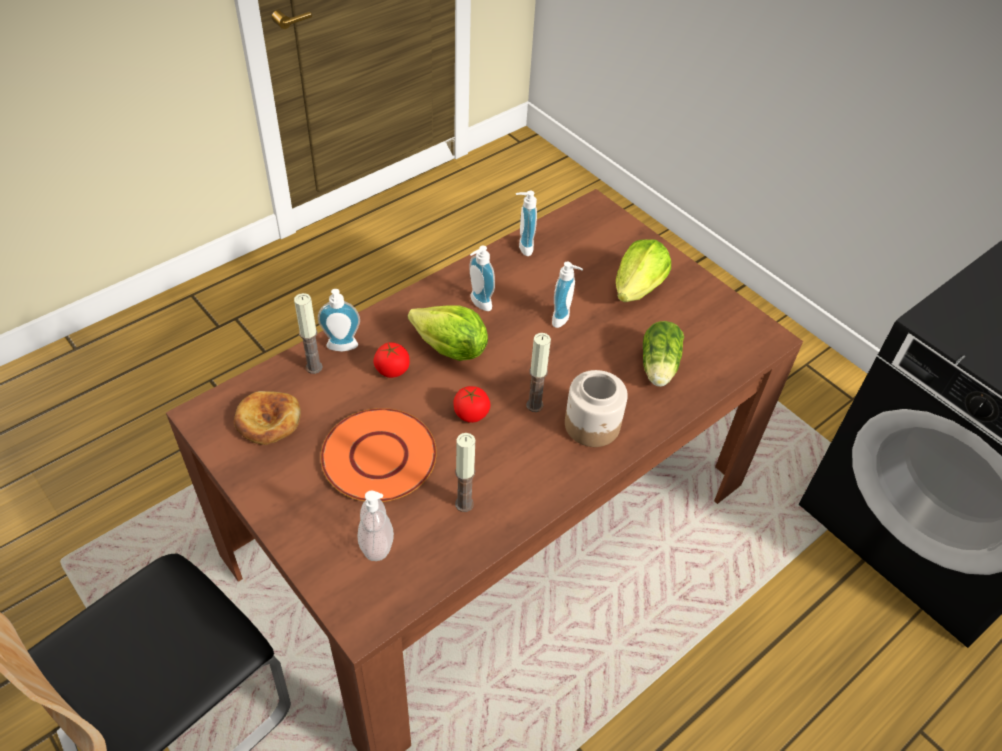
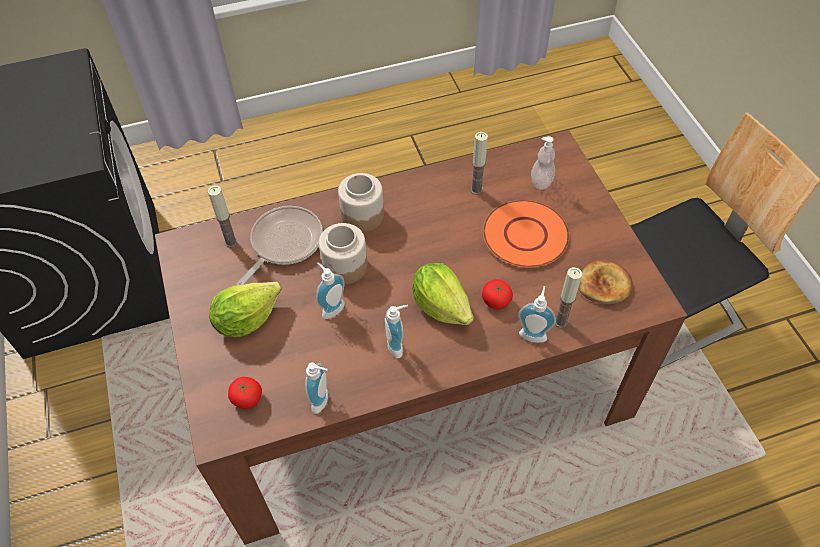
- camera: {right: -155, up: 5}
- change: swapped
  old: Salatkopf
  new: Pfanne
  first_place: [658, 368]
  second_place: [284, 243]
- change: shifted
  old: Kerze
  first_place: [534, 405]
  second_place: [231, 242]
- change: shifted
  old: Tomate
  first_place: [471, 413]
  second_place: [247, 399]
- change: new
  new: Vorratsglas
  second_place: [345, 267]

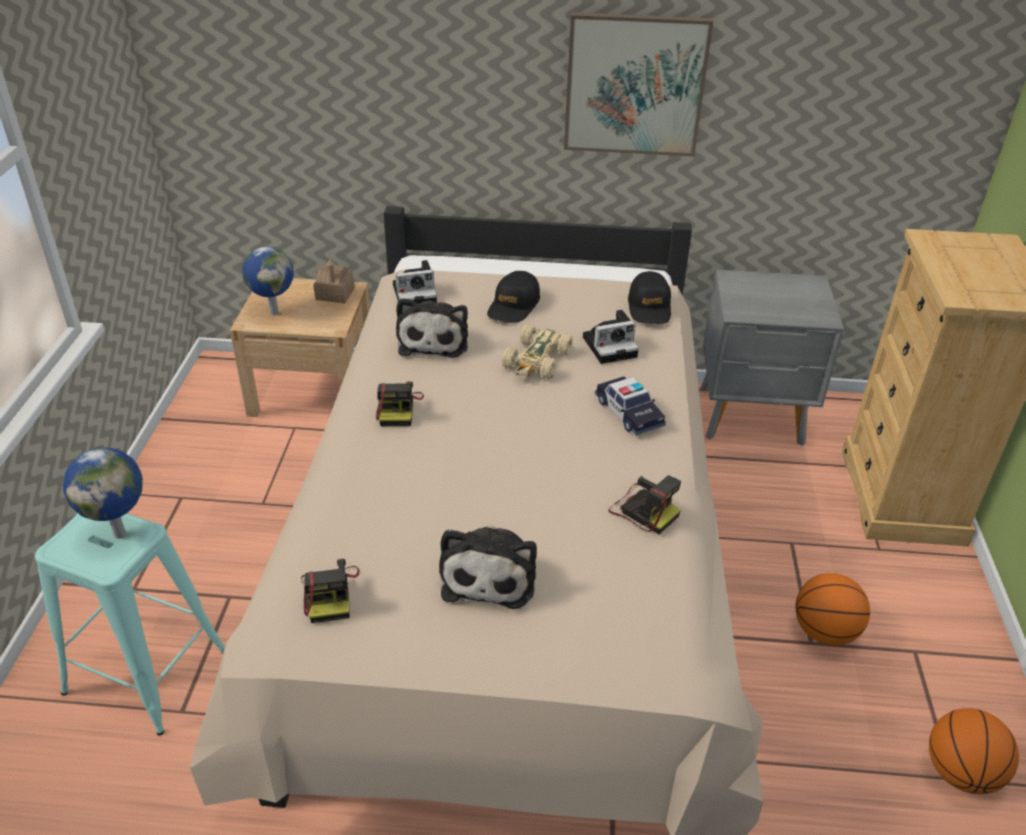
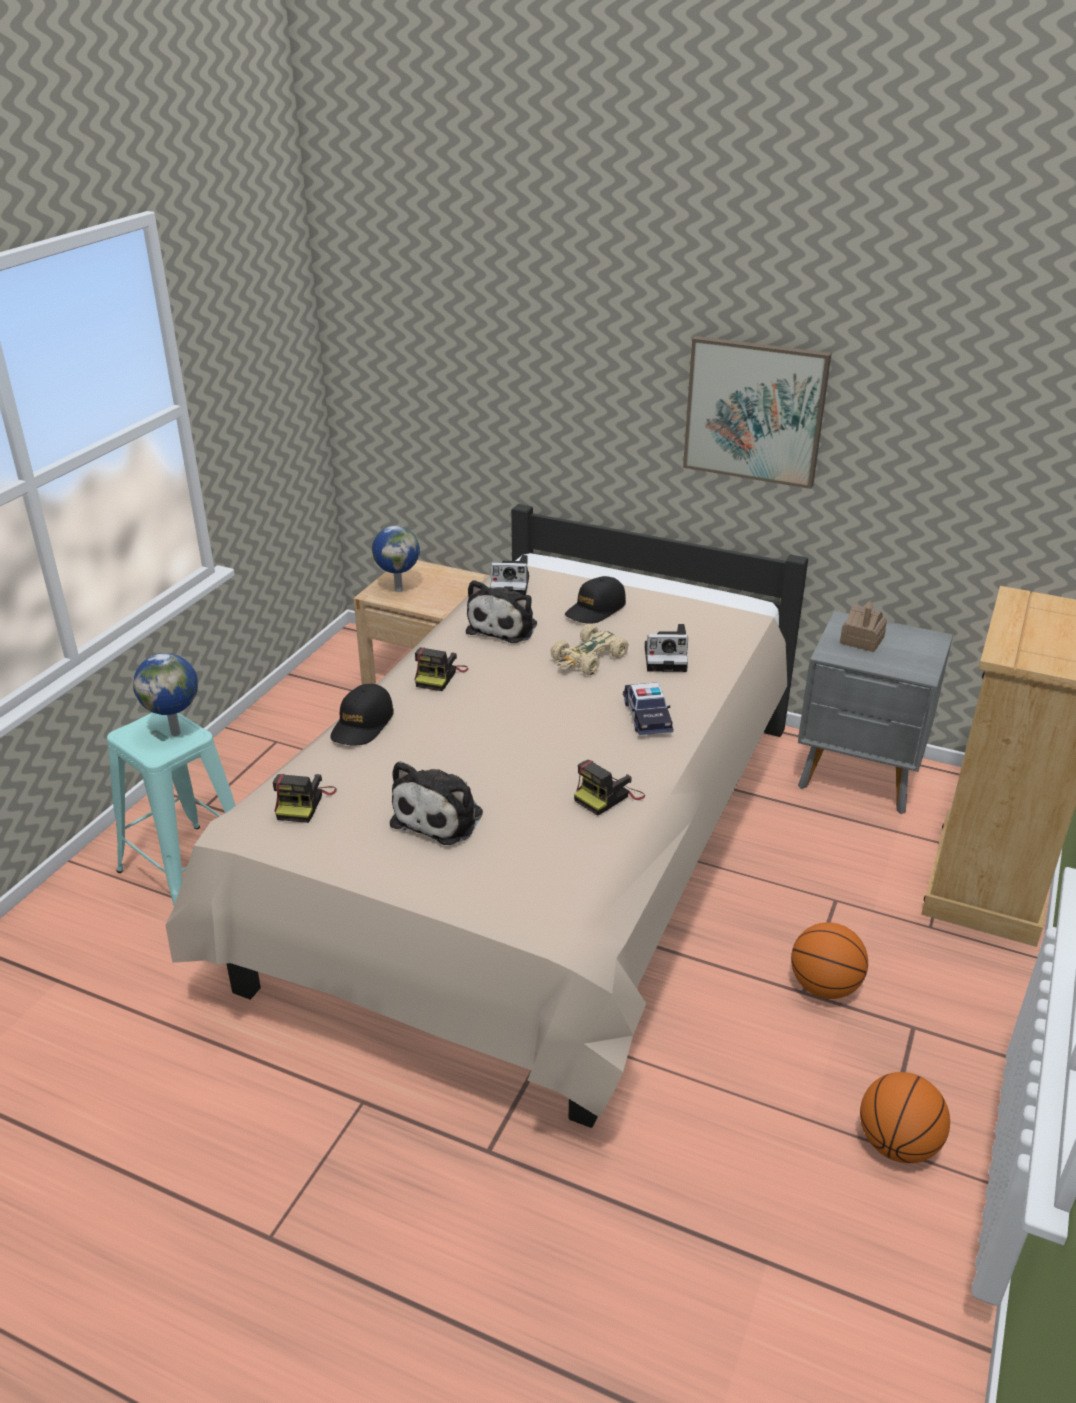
- camera: {right: 20, up: -5}
- change: shifted
  old: Spielzeughaus
  first_place: [335, 294]
  second_place: [861, 640]
- change: shifted
  old: Kappe [schwarz]
  first_place: [649, 307]
  second_place: [362, 724]
- change: rotated
  old: Kamera
  first_place: [643, 510]
  second_place: [608, 796]
  degrees: 75

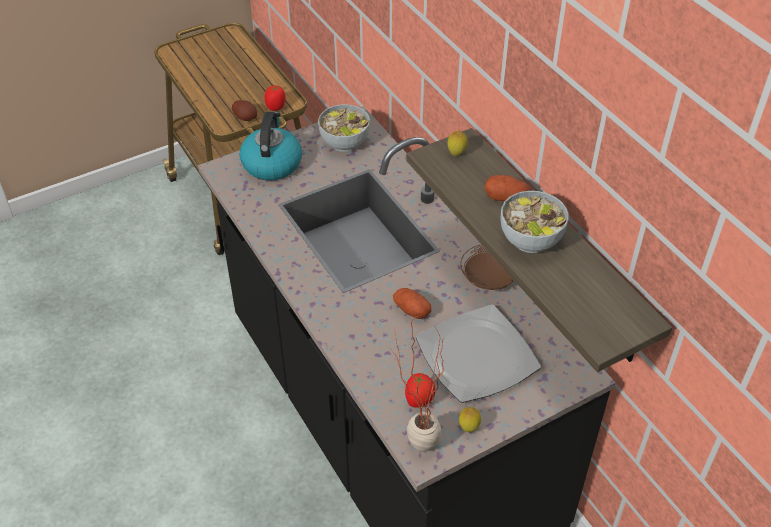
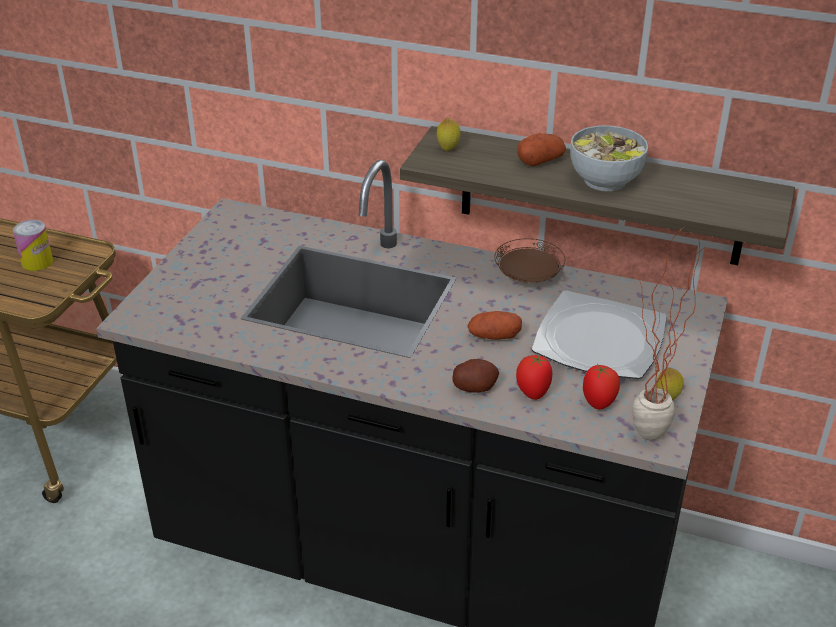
- camera: {right: -40, up: -10}
- change: shifted
  old: Tomate
  first_place: [276, 107]
  second_place: [532, 392]
- change: shifted
  old: Kartoffel
  first_place: [245, 117]
  second_place: [475, 387]
- change: gone
  old: Schüssel
  first_place: [345, 142]
- change: gone
  old: Wasserkessel
  first_place: [272, 163]
- change: new
  new: Dose
  second_place: [37, 262]

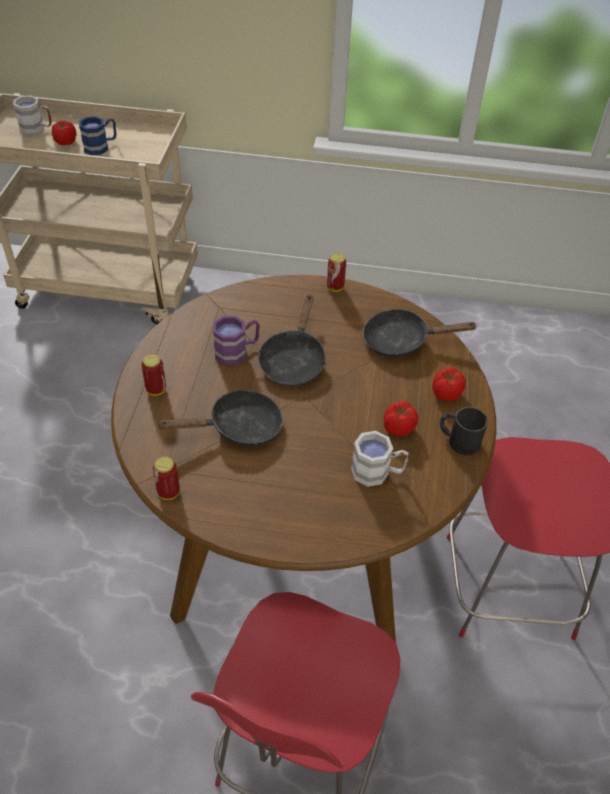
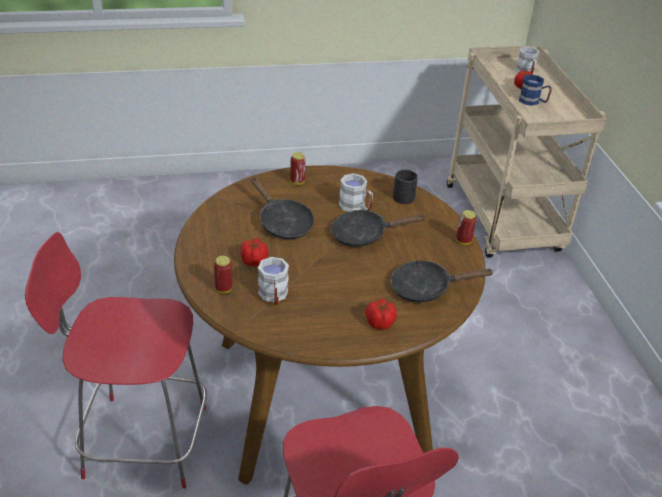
- camera: {right: 70, up: -10}
- change: rotated
  old: Pfanne [schwarz]
  first_place: [402, 341]
  second_place: [426, 288]
  degrees: -75
- change: repainted
  old: Henkelbecher [lila]
  new: Henkelbecher [weiß]
  first_place: [237, 351]
  second_place: [356, 207]
- change: shifted
  old: Tomate
  first_place: [398, 428]
  second_place: [253, 261]
- change: shifted
  old: Henkelbecher [schwarz]
  first_place: [458, 440]
  second_place: [404, 195]
- change: shifted
  old: Dose
  first_place: [168, 492]
  second_place: [223, 289]

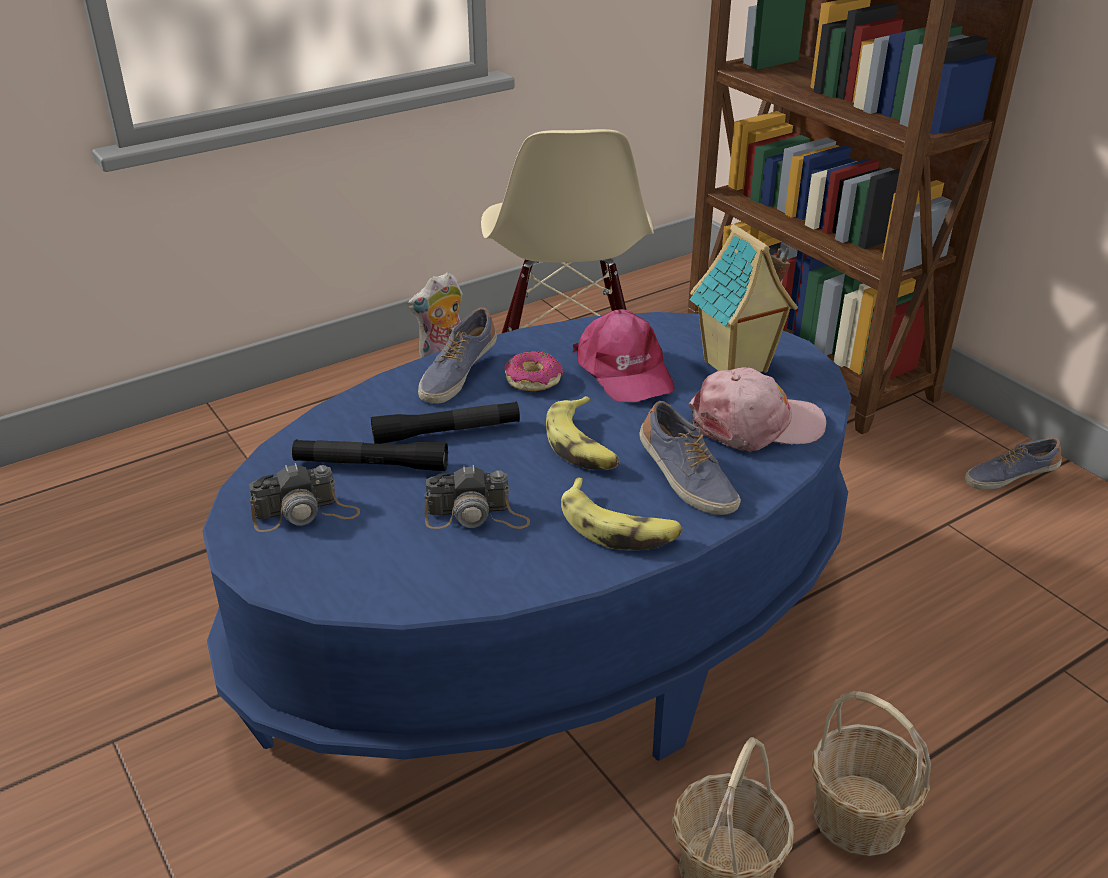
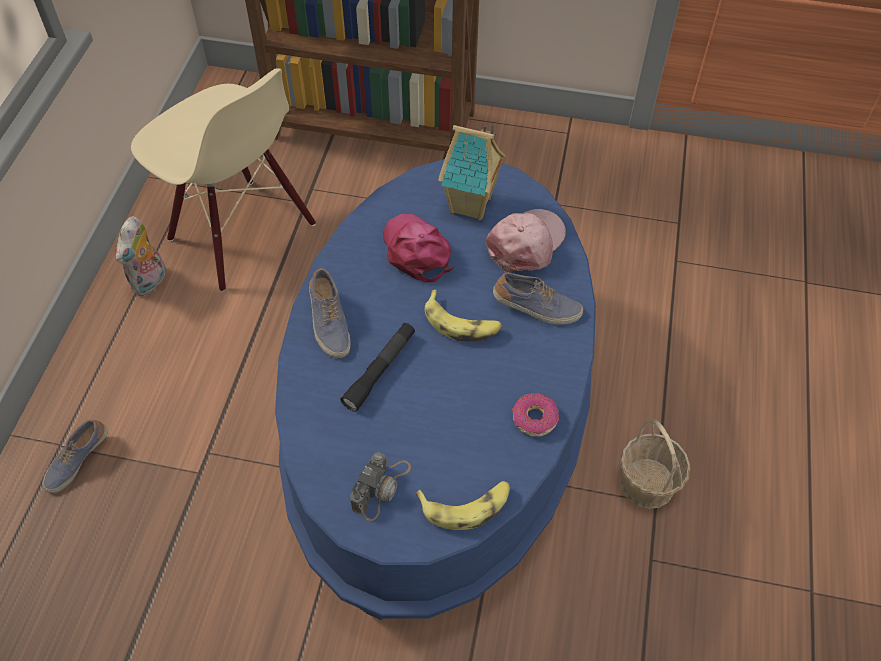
- camera: {right: -45, up: 20}
- change: rotated
  old: Kappe [rosa]
  first_place: [623, 371]
  second_place: [417, 251]
  degrees: -135
- change: shifted
  old: Donut
  first_place: [533, 380]
  second_place: [534, 418]
- change: shifted
  old: Schuh
  first_place: [1009, 477]
  second_place: [77, 460]
- change: gone
  old: Taschenlampe [schwarz]
  first_place: [371, 465]
- change: gone
  old: Kamera
  first_place: [477, 516]
- change: shifted
  old: Banane
  first_place: [619, 527]
  second_place: [467, 505]
- change: gone
  old: Korb
  first_place: [859, 817]

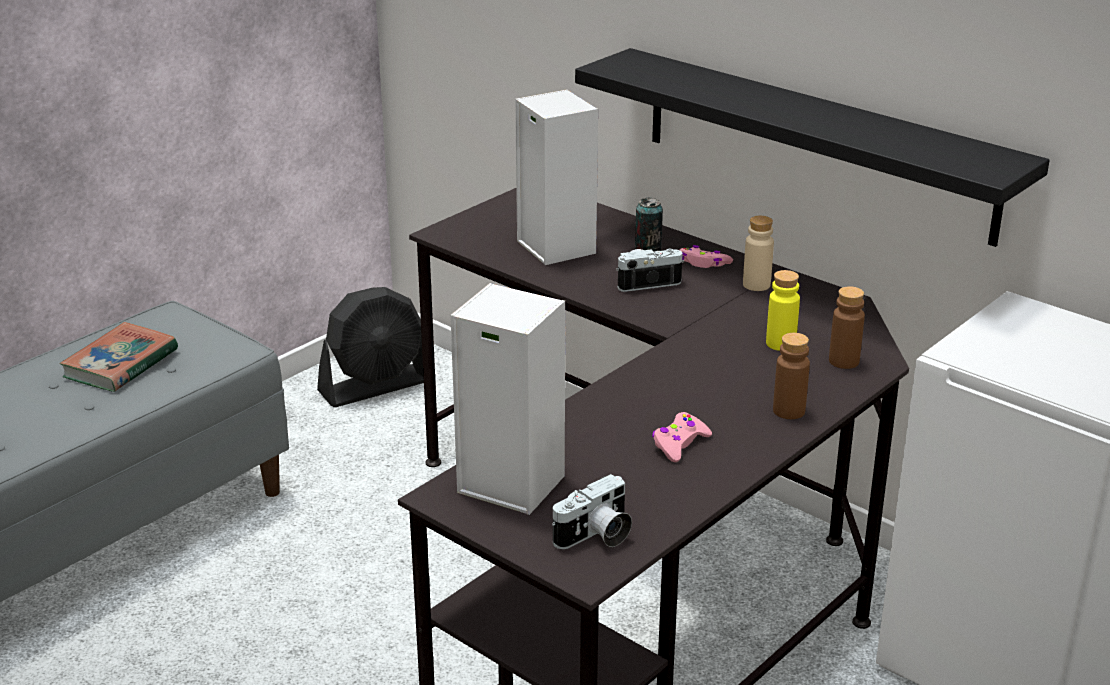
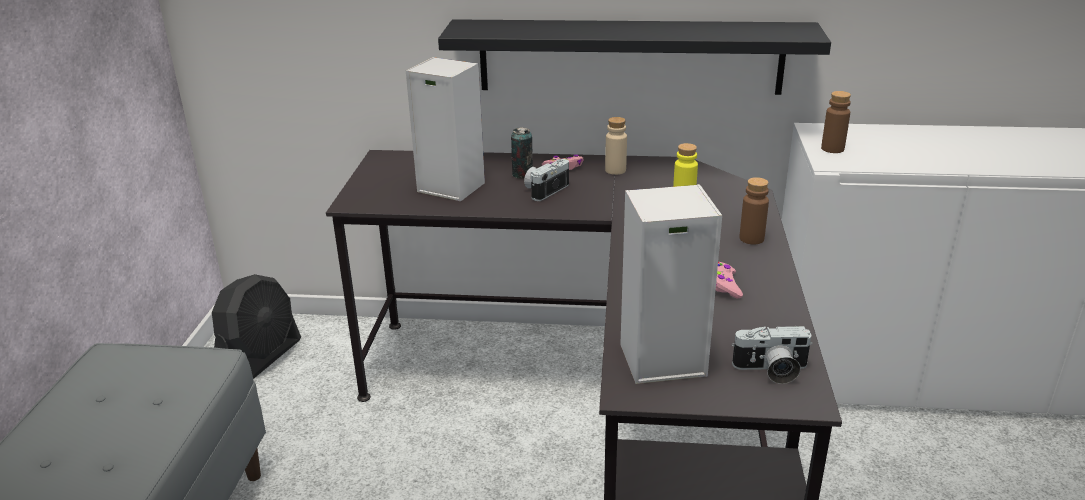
- camera: {right: -35, up: 0}
- change: shifted
  old: Flasche [braun]
  first_place: [844, 361]
  second_place: [832, 149]
- change: gone
  old: Buch
  first_place: [121, 364]
- change: rotated
  old: Kamera
  first_place: [596, 536]
  second_place: [771, 371]
  degrees: 75

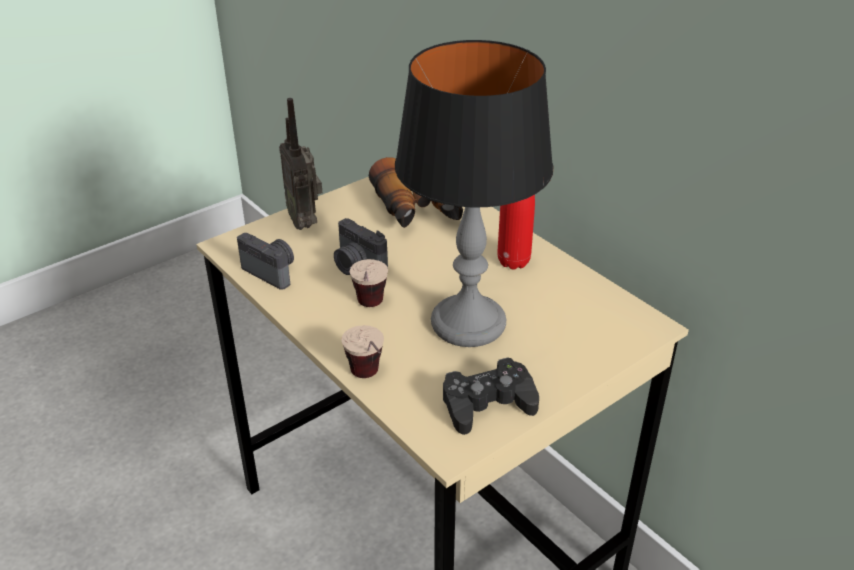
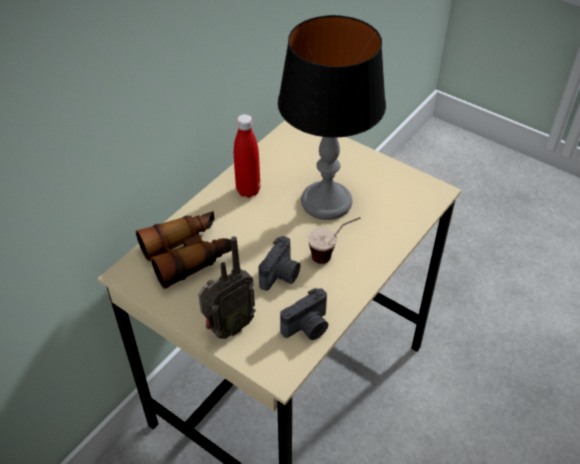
- camera: {right: -105, up: 10}
- change: rotated
  old: Kamera
  first_place: [272, 271]
  second_place: [308, 327]
  degrees: -150
- change: gone
  old: Tasse
  first_place: [369, 380]
- change: gone
  old: Gamepad [schwarz]
  first_place: [487, 404]

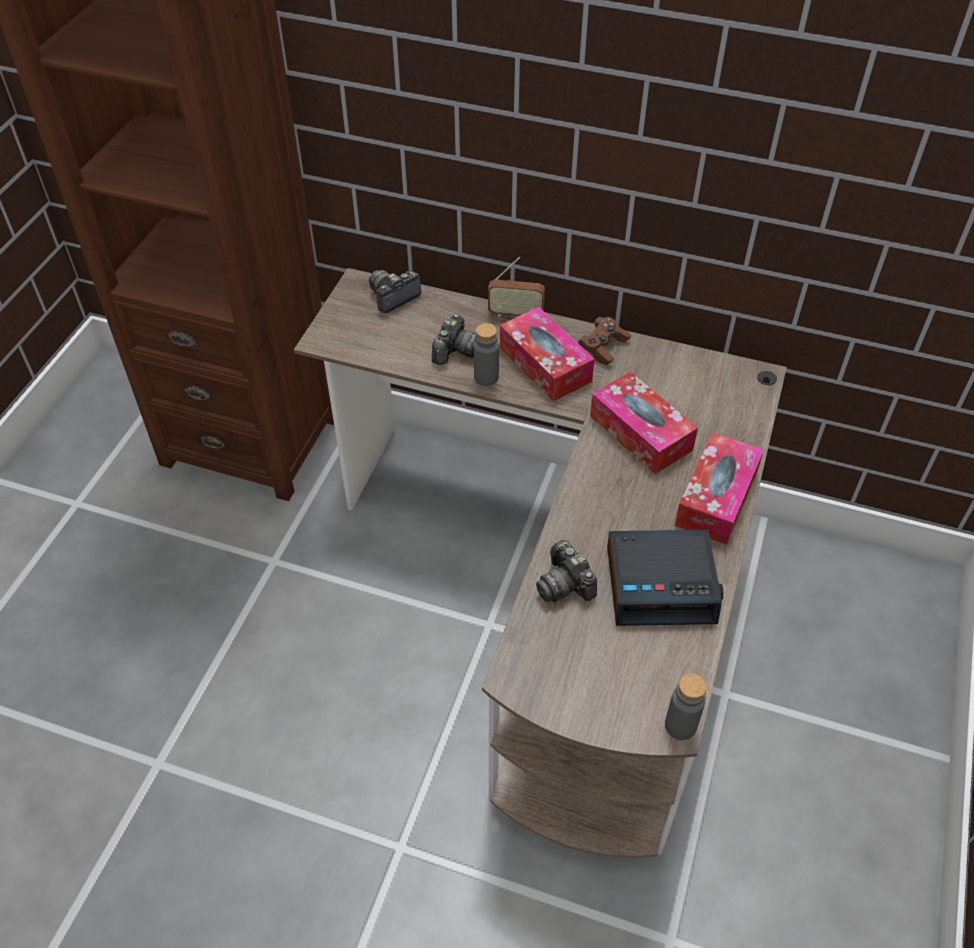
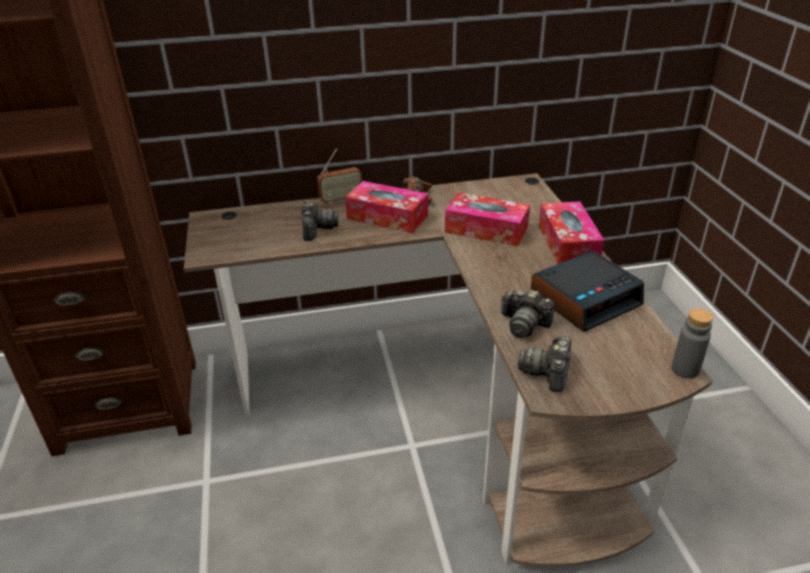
- camera: {right: -30, up: -15}
- change: shifted
  old: Kamera
  first_place: [393, 297]
  second_place: [547, 372]
- change: gone
  old: Flasche [grau]
  first_place: [486, 377]

